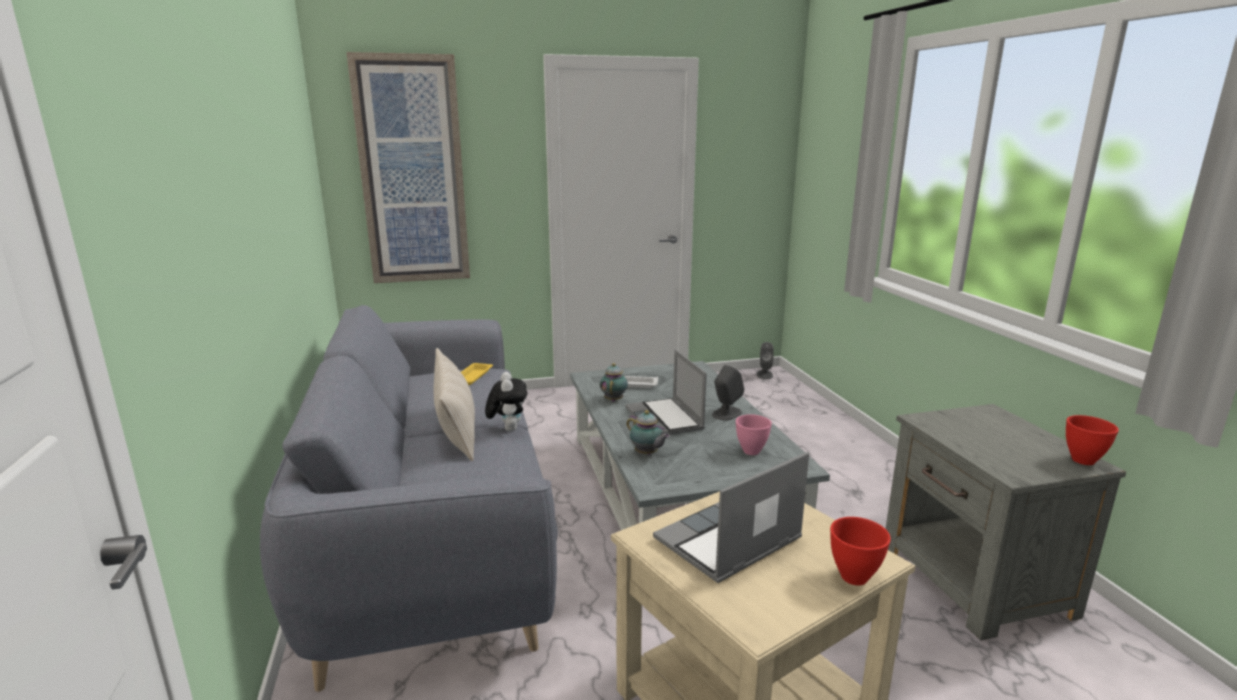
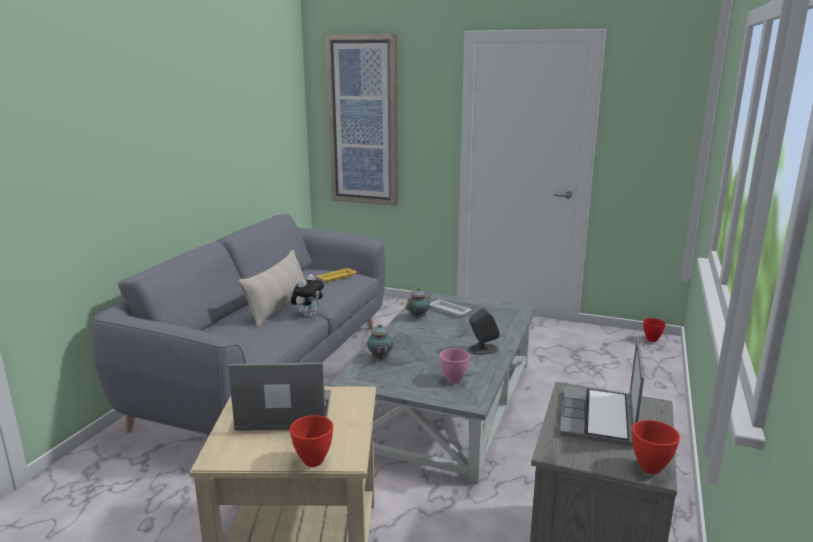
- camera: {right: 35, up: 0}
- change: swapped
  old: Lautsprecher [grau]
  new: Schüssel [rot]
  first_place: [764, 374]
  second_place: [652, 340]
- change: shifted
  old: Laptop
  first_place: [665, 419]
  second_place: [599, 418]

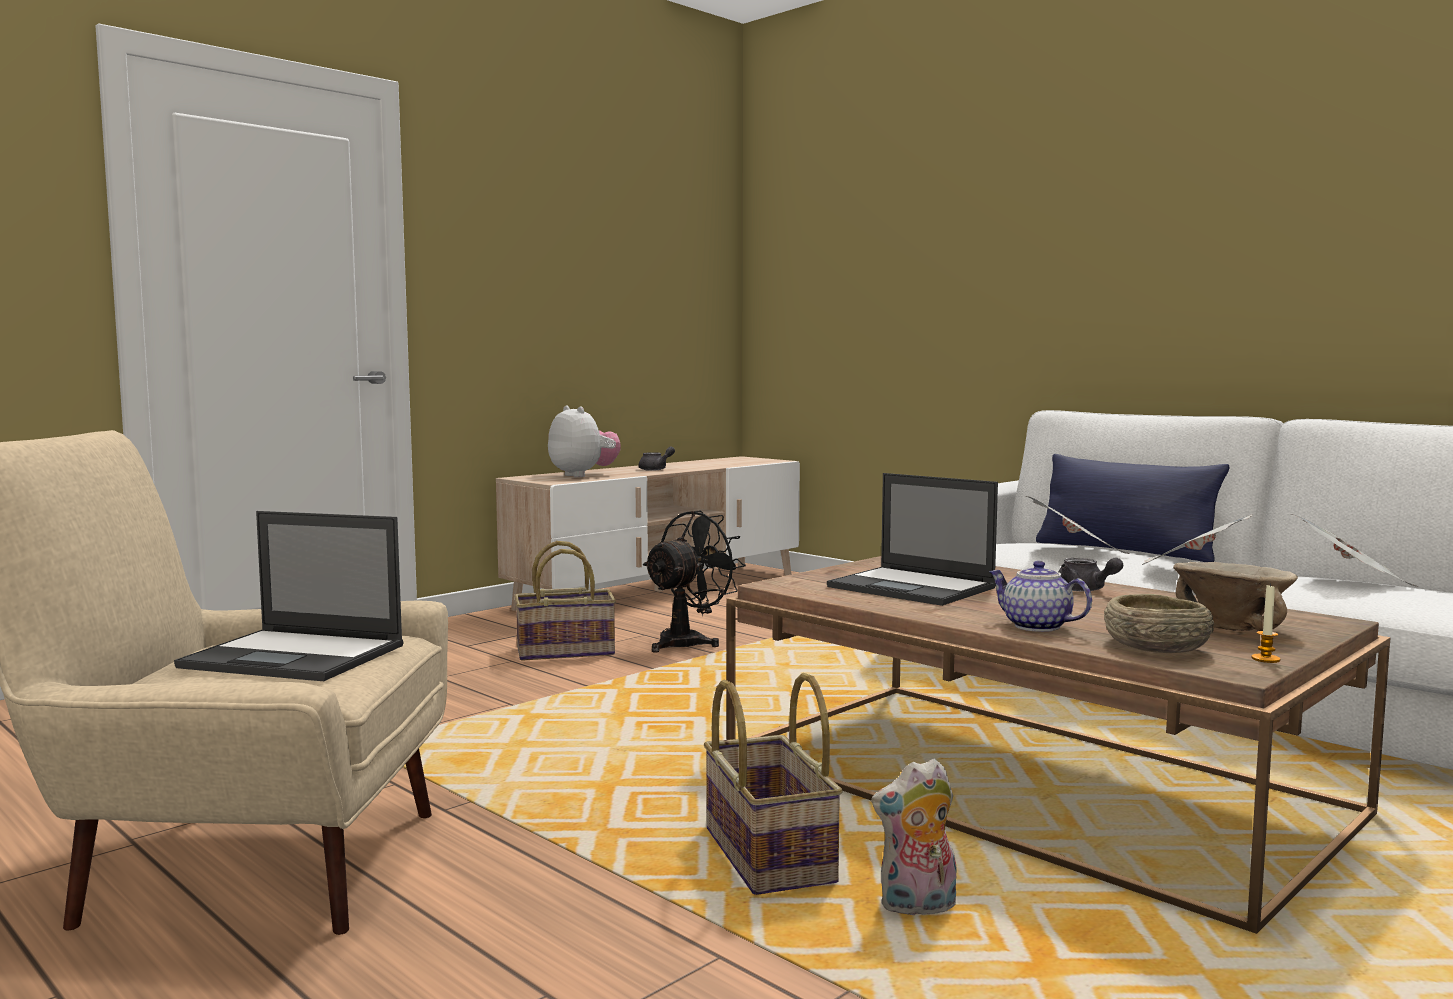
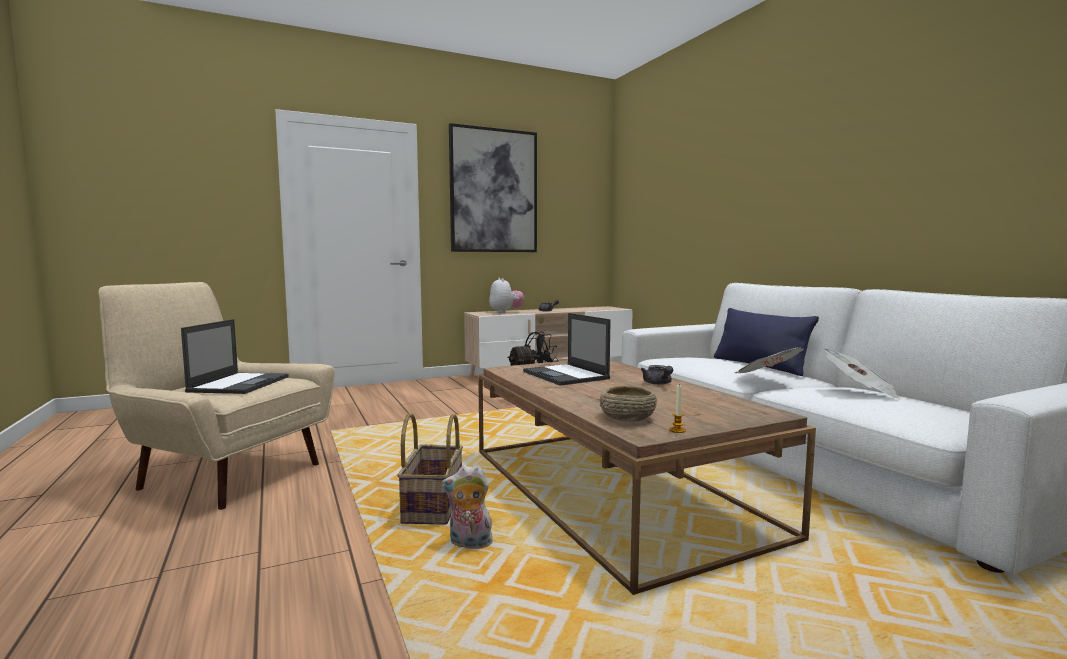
- camera: {right: 20, up: 0}
- change: gone
  old: Zeitung
  first_place: [1076, 551]
- change: rotated
  old: Laptop
  first_place: [296, 656]
  second_place: [240, 384]
  degrees: -120
- change: gone
  old: Korb
  first_place: [566, 651]
- change: gone
  old: Teekanne
  first_place: [1035, 626]
- change: gone
  old: Schüssel [beige]
  first_place: [1231, 627]
- change: new
  new: Bild
  second_place: [493, 191]

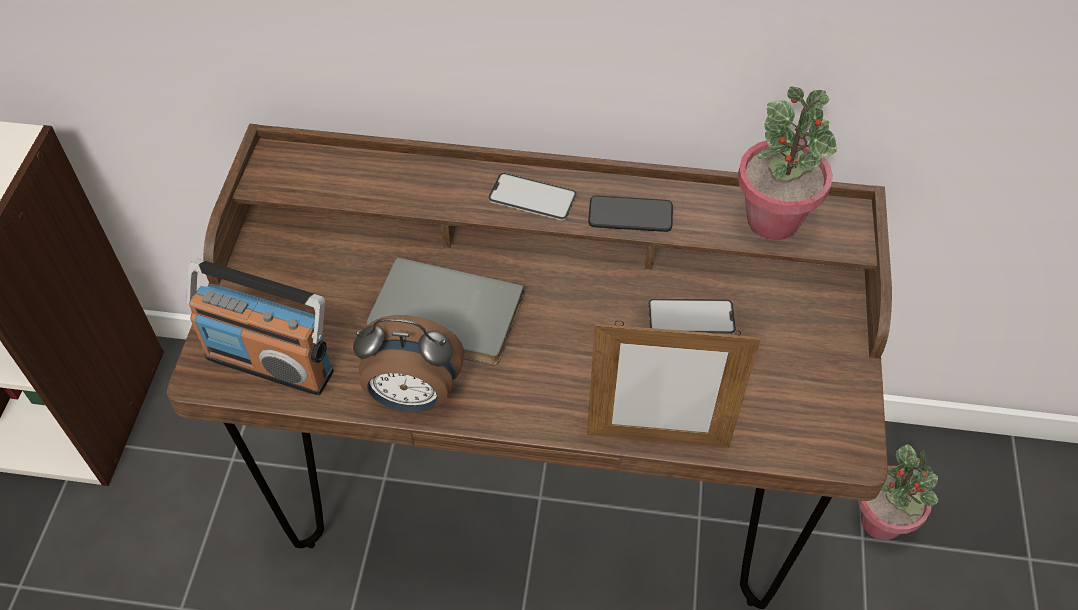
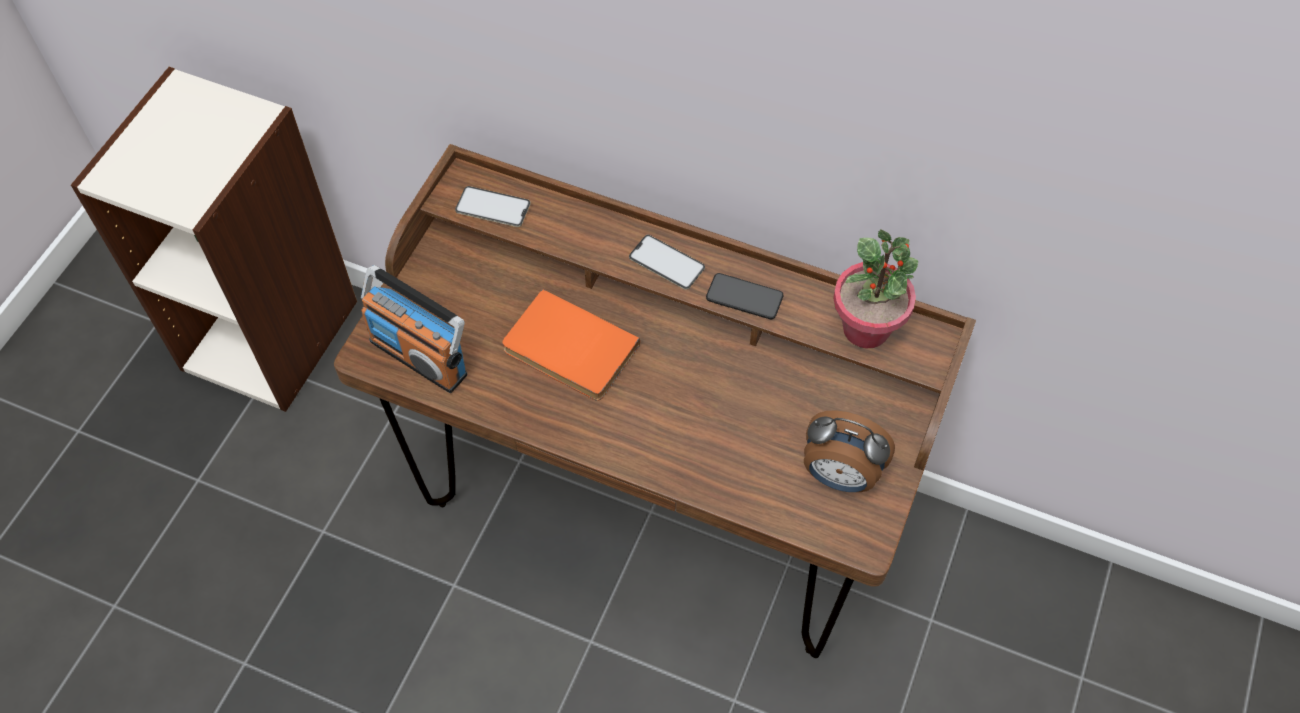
- camera: {right: 15, up: 5}
- change: repainted
  old: Buch [grau]
  new: Buch [orange]
  first_place: [444, 319]
  second_place: [568, 351]
- change: shifted
  old: Handy
  first_place: [691, 317]
  second_place: [493, 207]
- change: shifted
  old: Wecker
  first_place: [412, 396]
  second_place: [839, 475]
- change: gone
  old: Bilderrahmen
  first_place: [657, 440]
- change: gone
  old: Topfpflanze
  first_place: [881, 521]

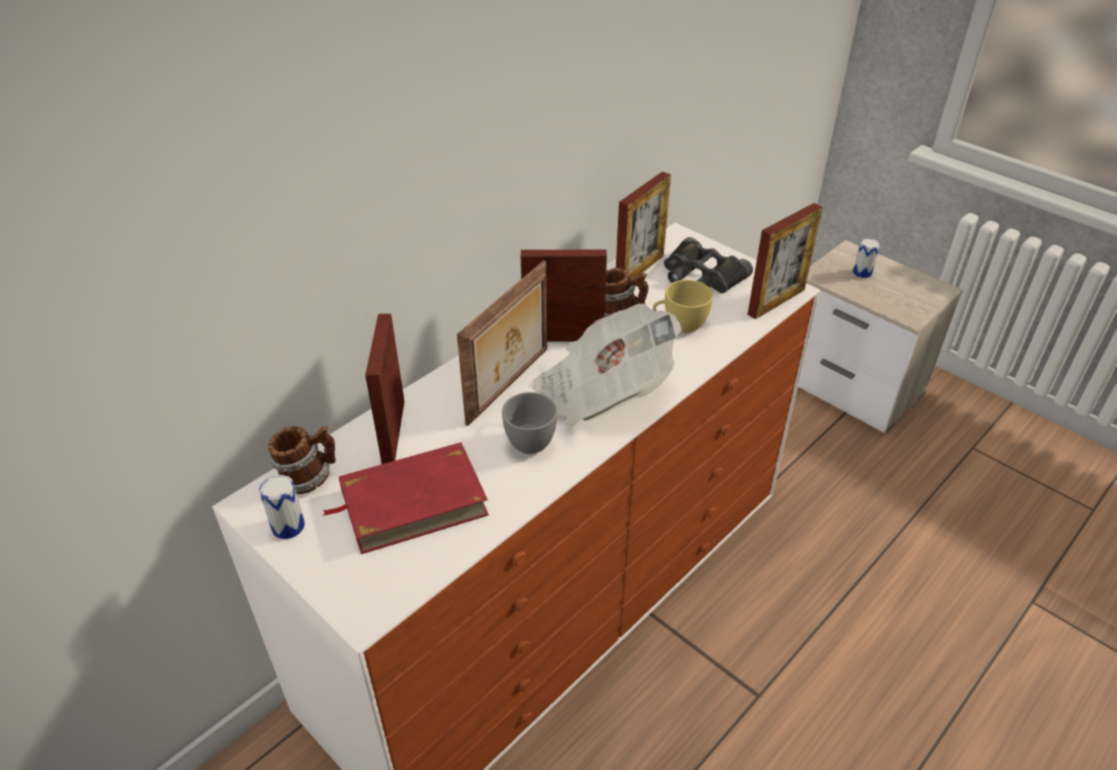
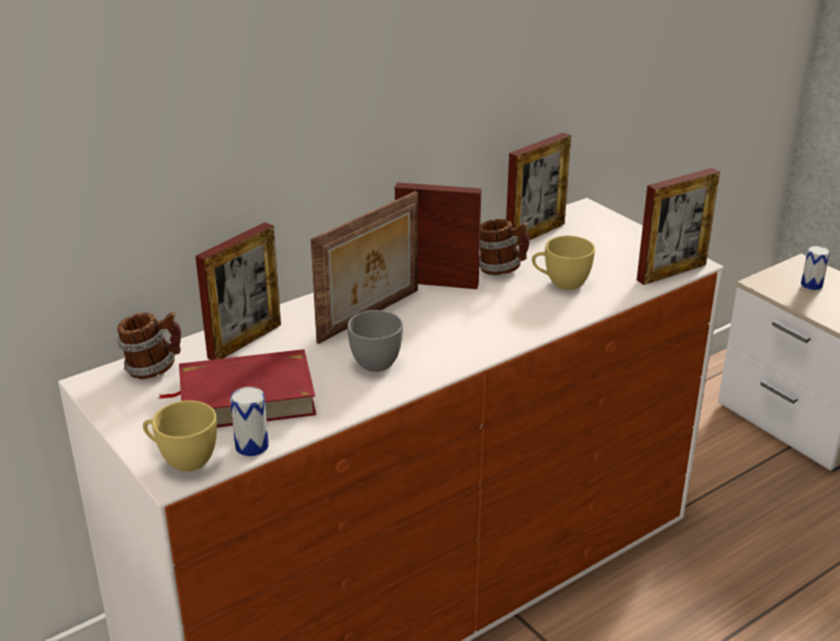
- camera: {right: 10, up: -10}
- change: gone
  old: Fernglas [schwarz]
  first_place: [701, 276]
- change: gone
  old: Zeitung
  first_place: [602, 392]
- change: rotated
  old: Bilderrahmen
  first_place: [393, 431]
  second_place: [245, 341]
  degrees: -150
- change: shifted
  old: Dose
  first_place: [288, 526]
  second_place: [252, 446]
- change: new
  new: Tasse [gelb]
  second_place: [182, 459]

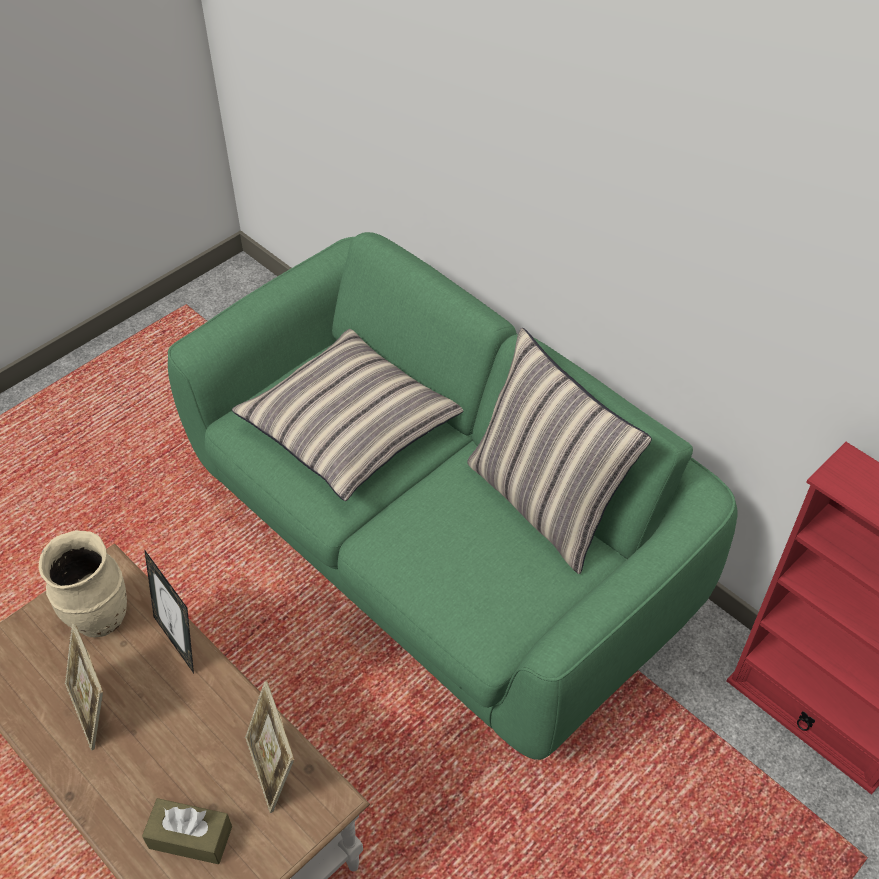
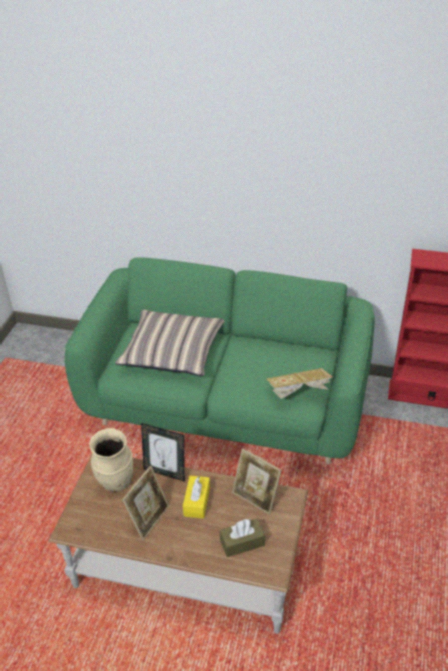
- camera: {right: -30, up: -10}
- change: gone
  old: Kissen
  first_place: [545, 503]
- change: rotated
  old: Bilderrahmen
  first_place: [94, 709]
  second_place: [149, 519]
  degrees: -90
- change: new
  new: Buch
  second_place: [298, 392]
- change: new
  new: Taschentuchbox [gelb]
  second_place: [197, 501]

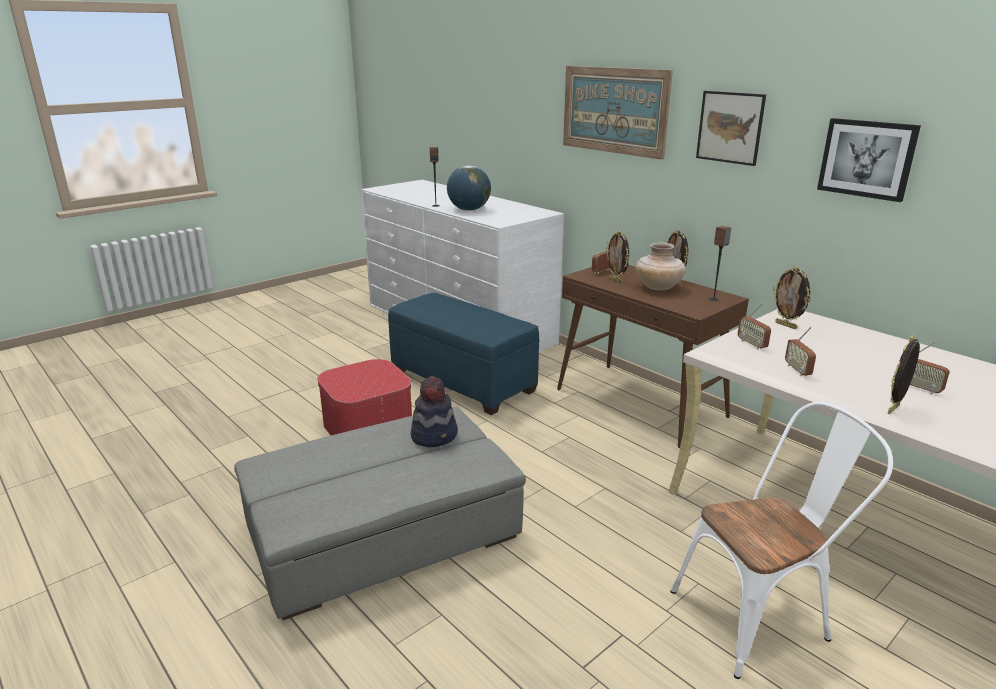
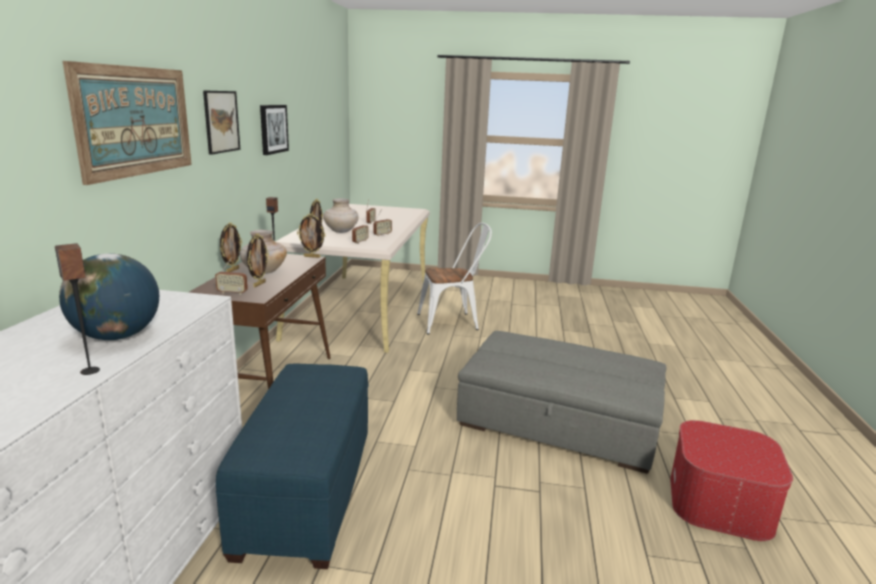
- camera: {right: -130, up: -5}
- change: shifted
  old: Bilderrahmen
  first_place: [894, 409]
  second_place: [312, 257]
- change: shifted
  old: Polsterhocker
  first_place: [367, 425]
  second_place: [720, 502]
- change: gone
  old: Hut
  first_place: [435, 435]
- change: rotated
  old: Stuhl [weiß]
  first_place: [760, 615]
  second_place: [453, 322]
  degrees: 135
- change: new
  new: Vase [beige]
  second_place: [341, 231]

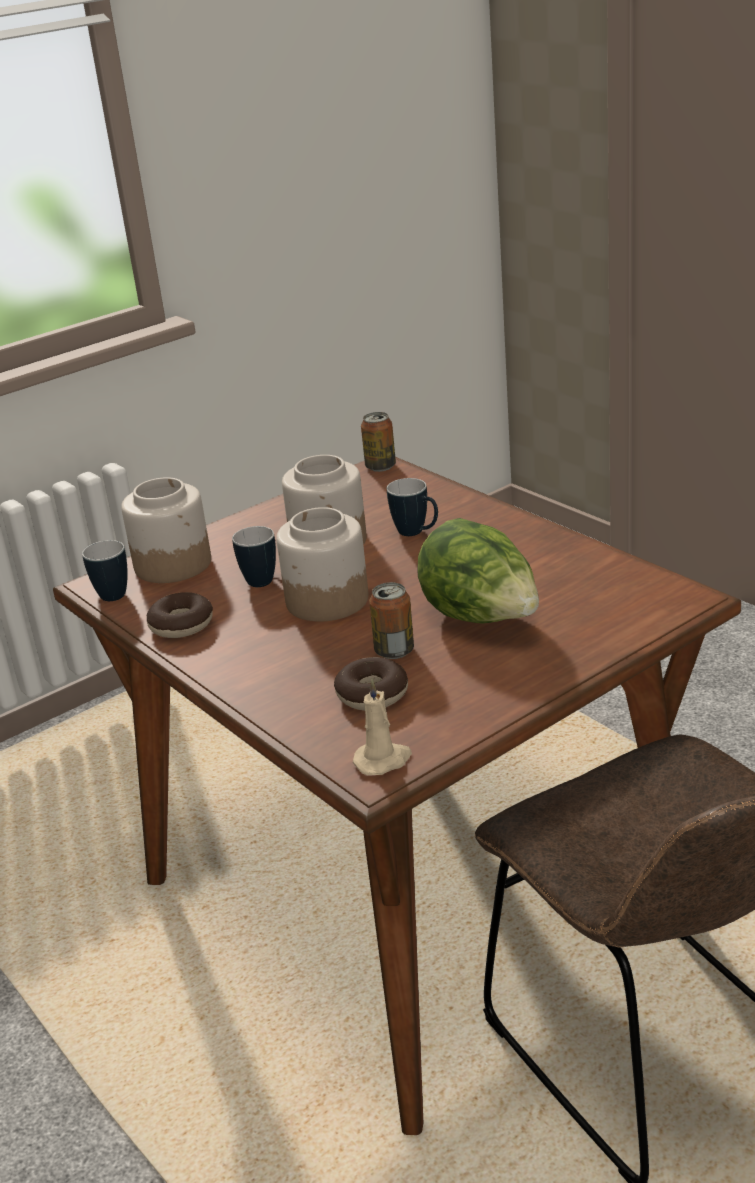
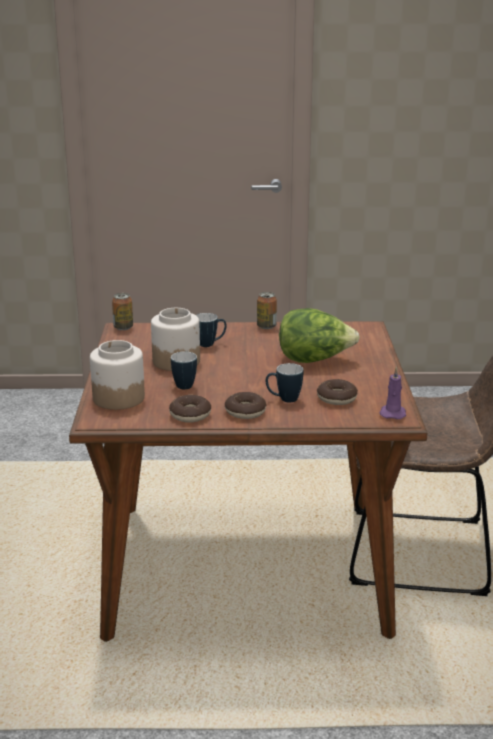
- camera: {right: -55, up: -5}
- change: gone
  old: Vorratsglas
  first_place: [326, 600]
- change: shifted
  old: Henkelbecher
  first_place: [108, 593]
  second_place: [284, 399]
- change: shifted
  old: Dose
  first_place: [394, 651]
  second_place: [266, 326]
- change: repainted
  old: Kerze [beige]
  new: Kerze [lila]
  first_place: [383, 760]
  second_place: [393, 413]
- change: new
  new: Donut
  second_place: [245, 412]

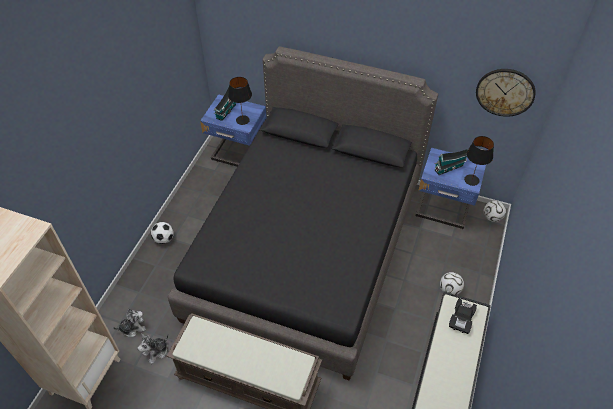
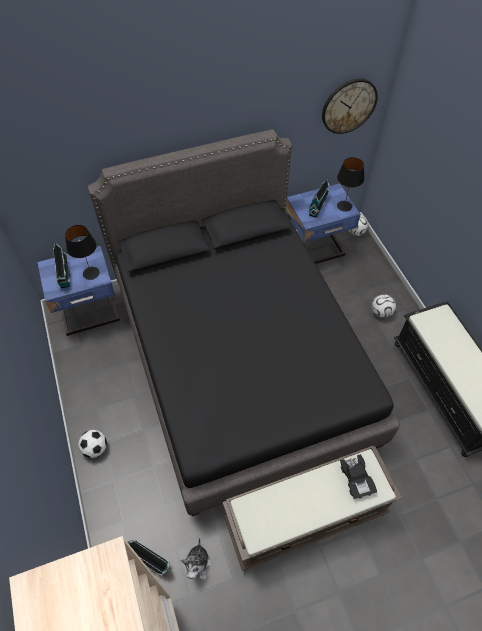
- camera: {right: -40, up: 5}
- change: shifted
  old: Spielzeugauto [schwarz]
  first_place: [462, 318]
  second_place: [356, 478]
- change: swapped
  old: Plüschtier
  new: Spielzeughaus
  first_place: [133, 327]
  second_place: [151, 560]

